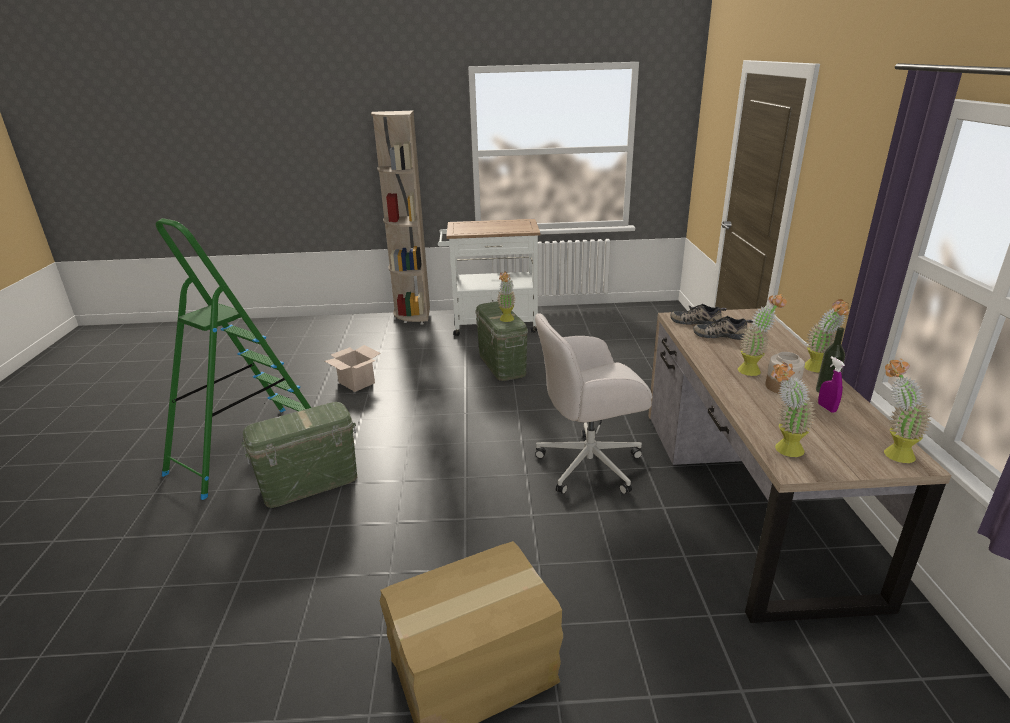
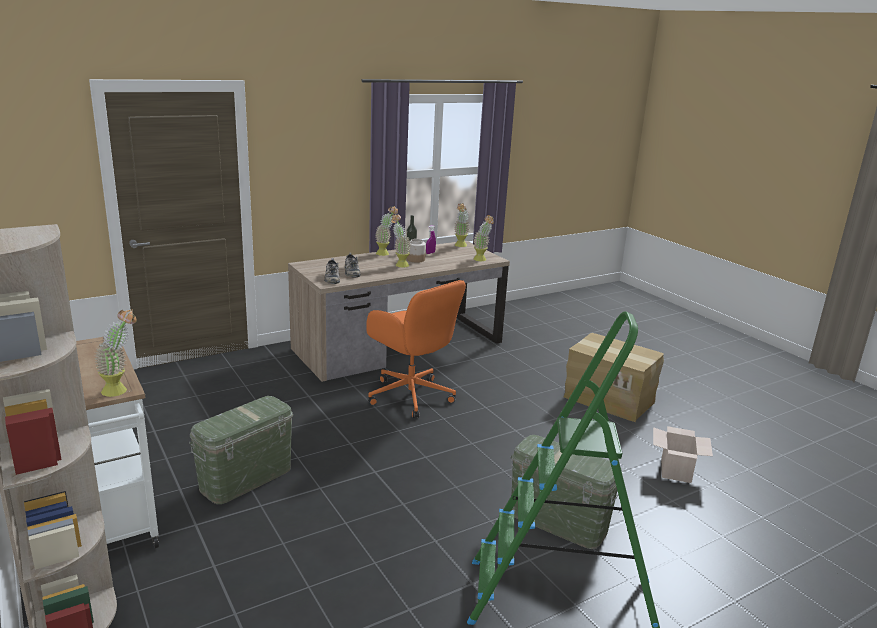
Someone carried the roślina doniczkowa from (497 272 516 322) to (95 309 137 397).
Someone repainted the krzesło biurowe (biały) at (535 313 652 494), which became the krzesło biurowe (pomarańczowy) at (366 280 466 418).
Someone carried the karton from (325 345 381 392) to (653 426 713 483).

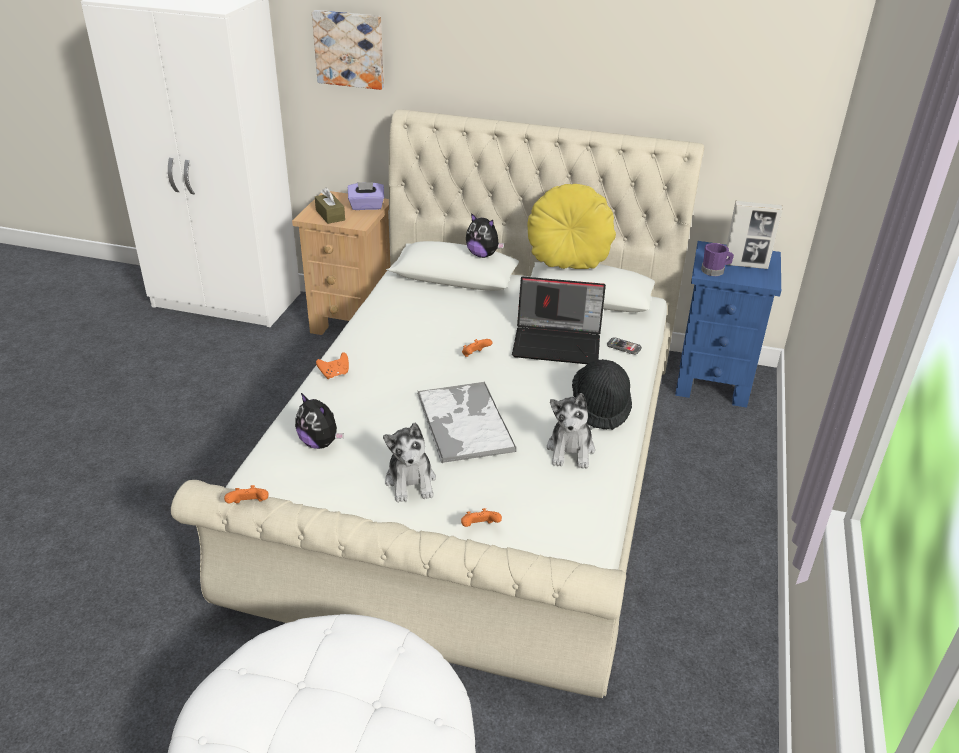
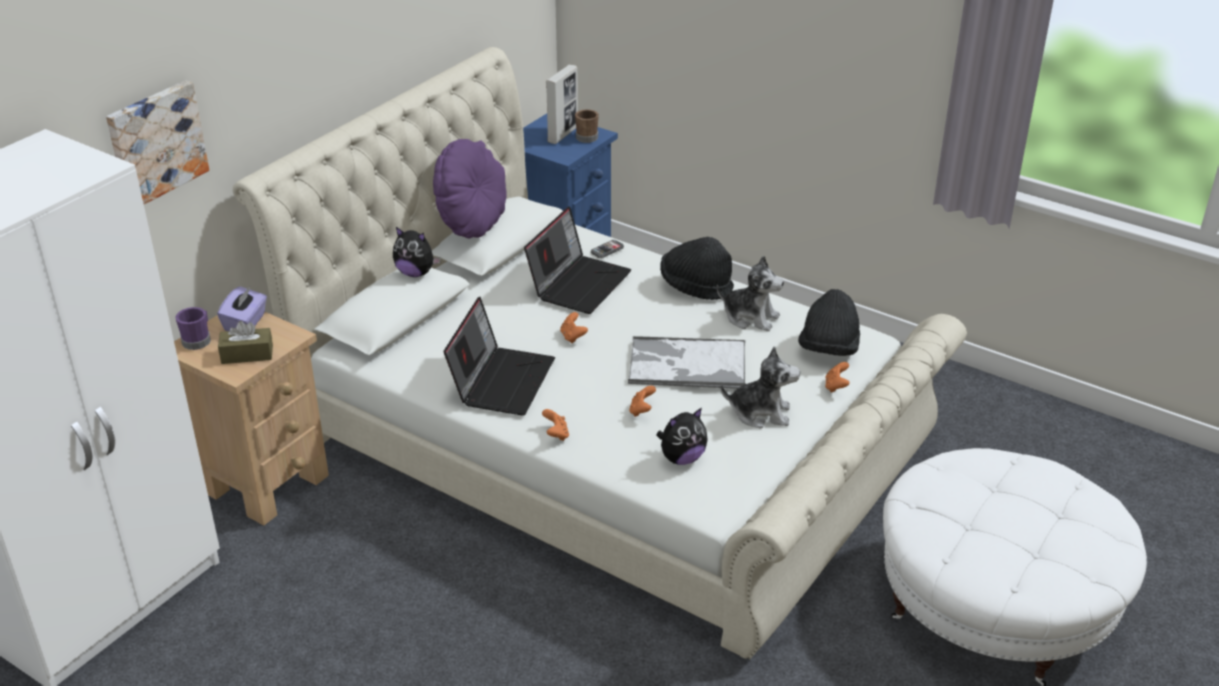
Someone carried the kubek (fioletowy) from (701 243 734 276) to (176 307 211 350).
Someone rotated the pluszak at (466 213 505 258) by 60 degrees clockwise.
Someone repainted the poduszka (żółty) at (527 184 616 269), which became the poduszka (fioletowy) at (433 139 507 238).
Someone put down the laptop at (444 297 555 416).
Someone put down the kubek (brązowy) at (575 110 599 143).
Someone carried the pad do gier (pomarańczowy) from (224 485 268 503) to (629 386 656 417).
Someone put down the kapelusz (czarny) at (798 289 860 356).

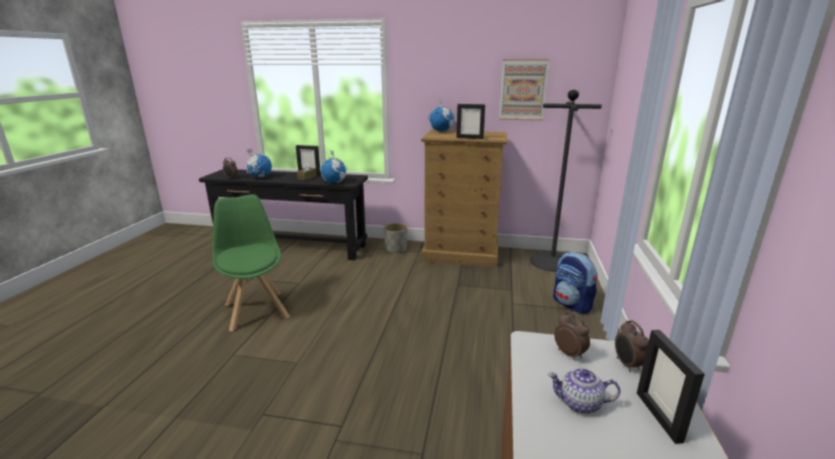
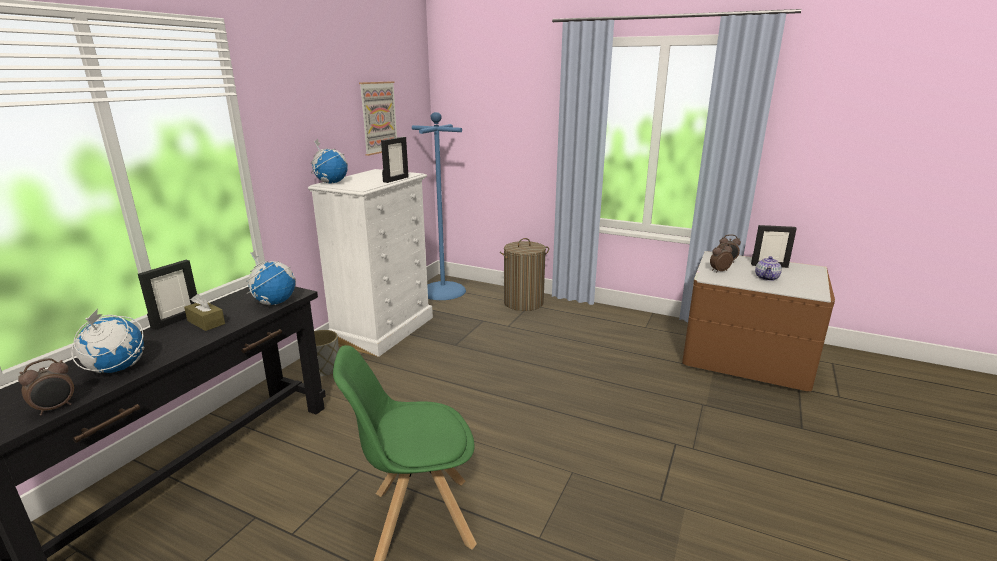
Someone repainted the komoda (brązowy) at (421 130 507 268), which became the komoda (biały) at (308 169 433 357).
Someone repainted the wieszak (czarny) at (530 90 602 272), which became the wieszak (niebieski) at (412 112 466 300).
Someone swapped the plecak at (553 252 598 314) for the kosz na pranie at (500 238 549 311).

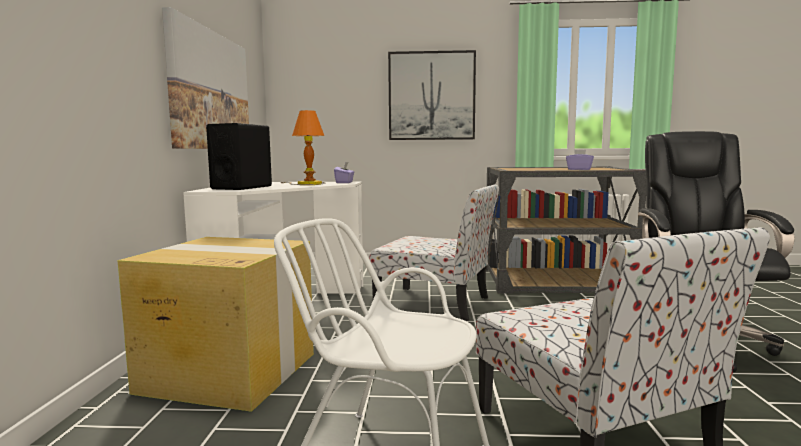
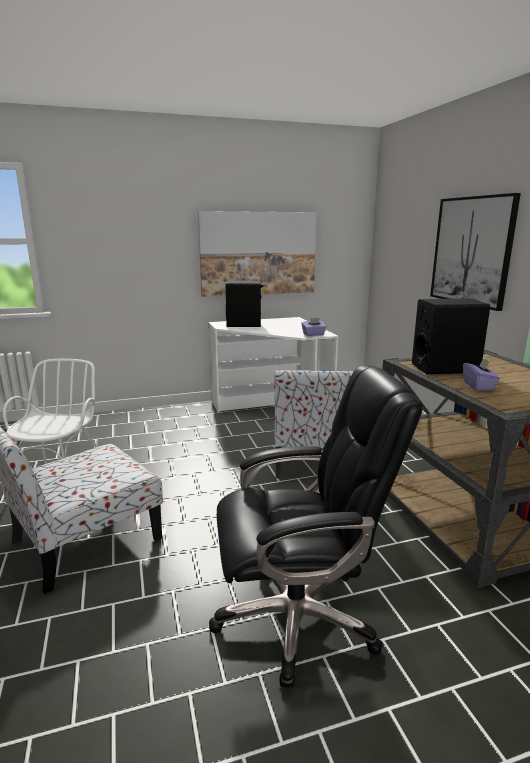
Someone put down the głośnik (czarny) at (412 298 490 374).
Someone took away the karton at (117 237 314 412).
Someone took away the lampa stołowa at (280 110 326 185).

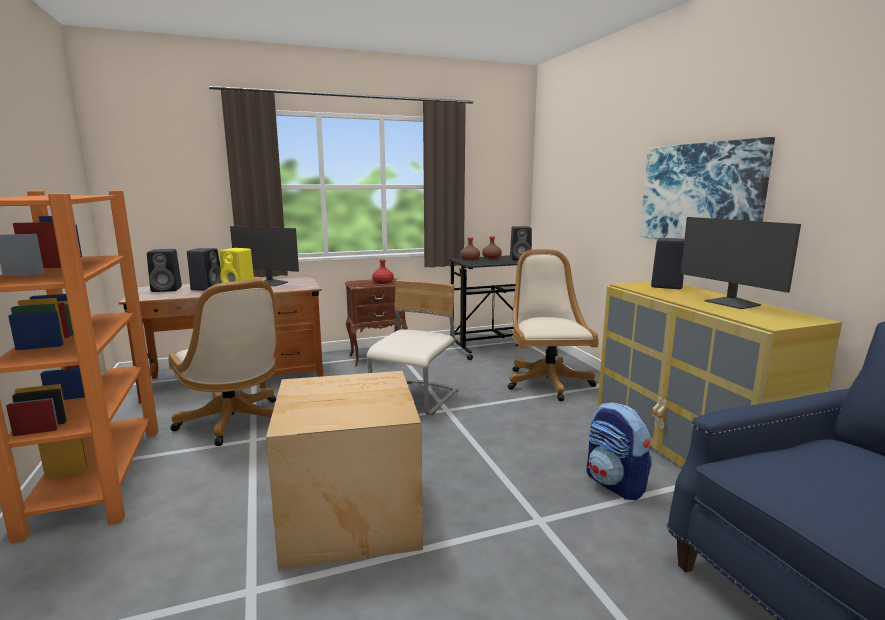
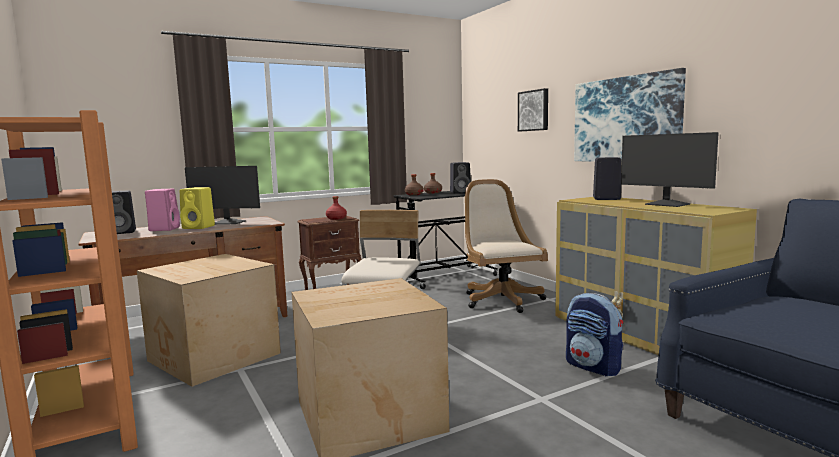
Someone swapped the krzesło biurowe at (168 279 276 446) for the karton at (137 254 281 387).
Someone repainted the głośnik (czarny) at (187 248 222 291), which became the głośnik (różowy) at (145 189 180 231).
Someone put up the obraz at (518 88 548 131).

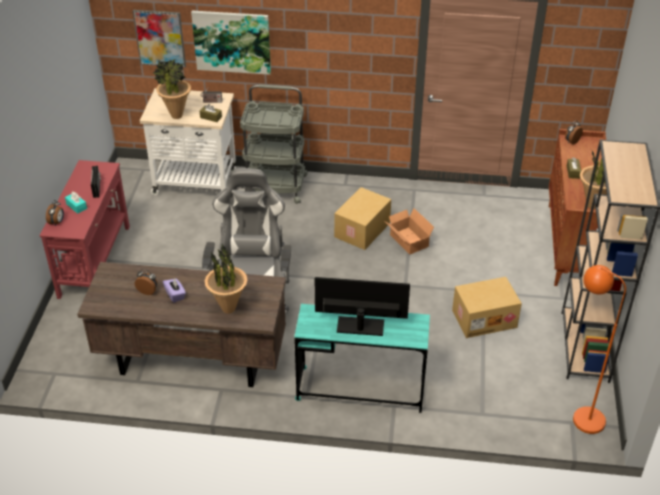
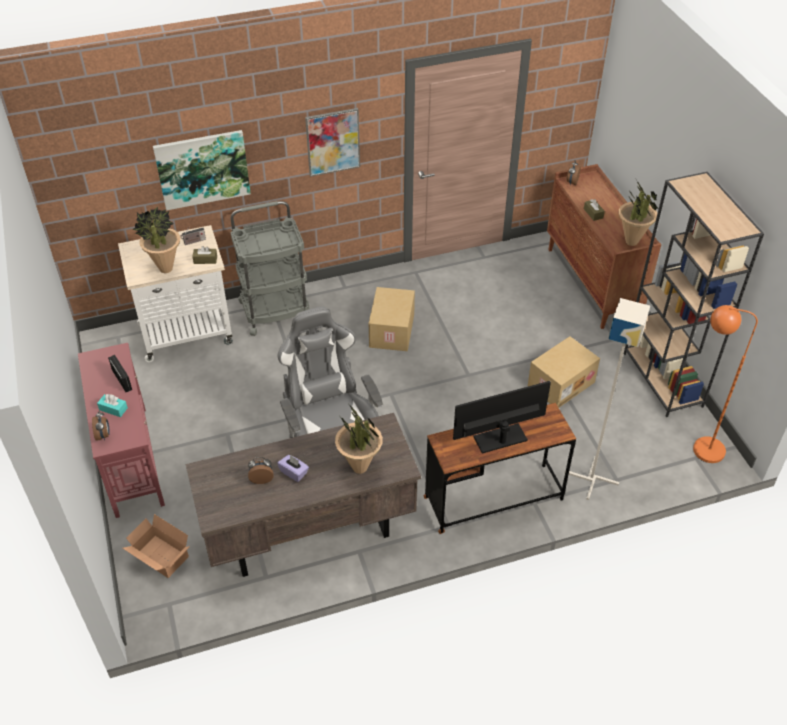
Someone carried the karton from (386 208 434 255) to (123 514 190 578).
Someone carried the obraz from (133 10 186 67) to (305 108 360 177).
Someone repainted the biurko (turkusowy) at (294 304 430 413), which became the biurko (brązowy) at (424 403 576 534).
Someone put down the lampa stojąca (szary) at (565 298 650 500).

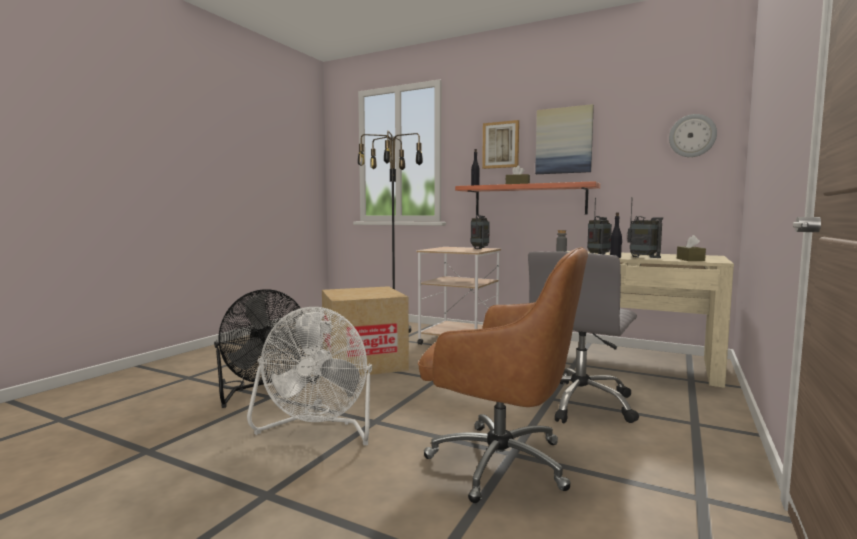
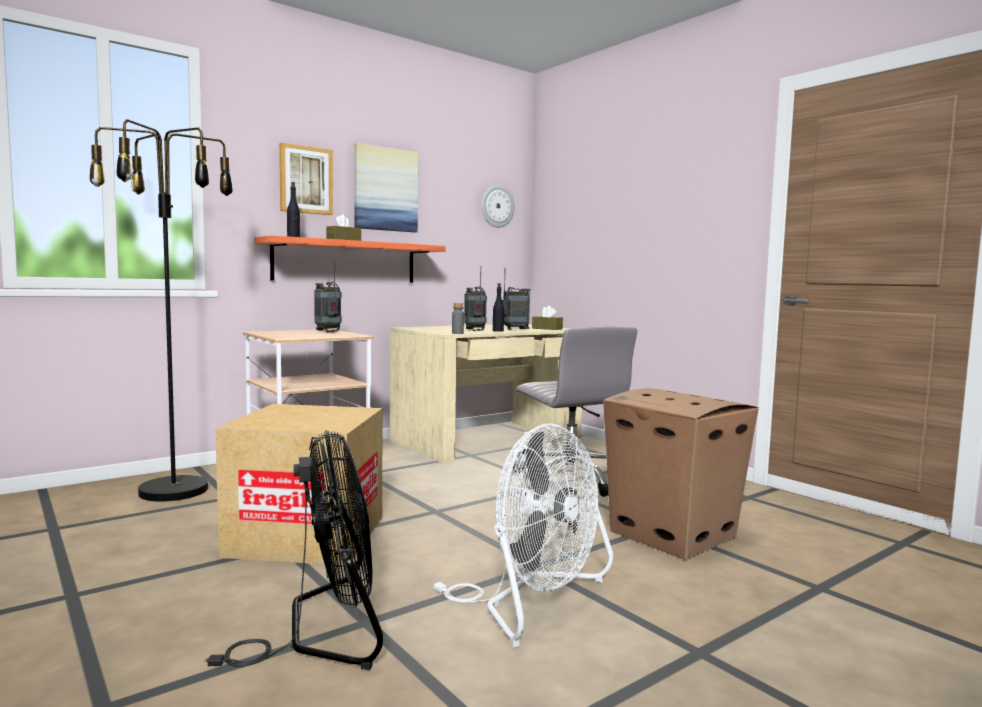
Someone swapped the krzesło biurowe (brązowy) at (418 247 588 503) for the karton at (603 389 759 560).

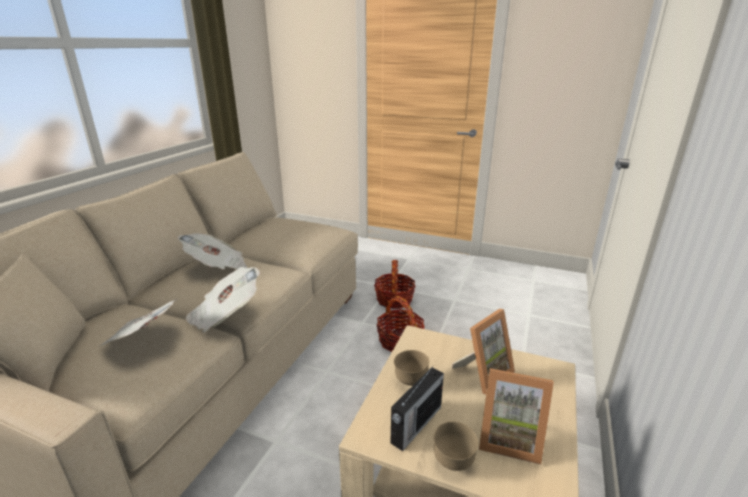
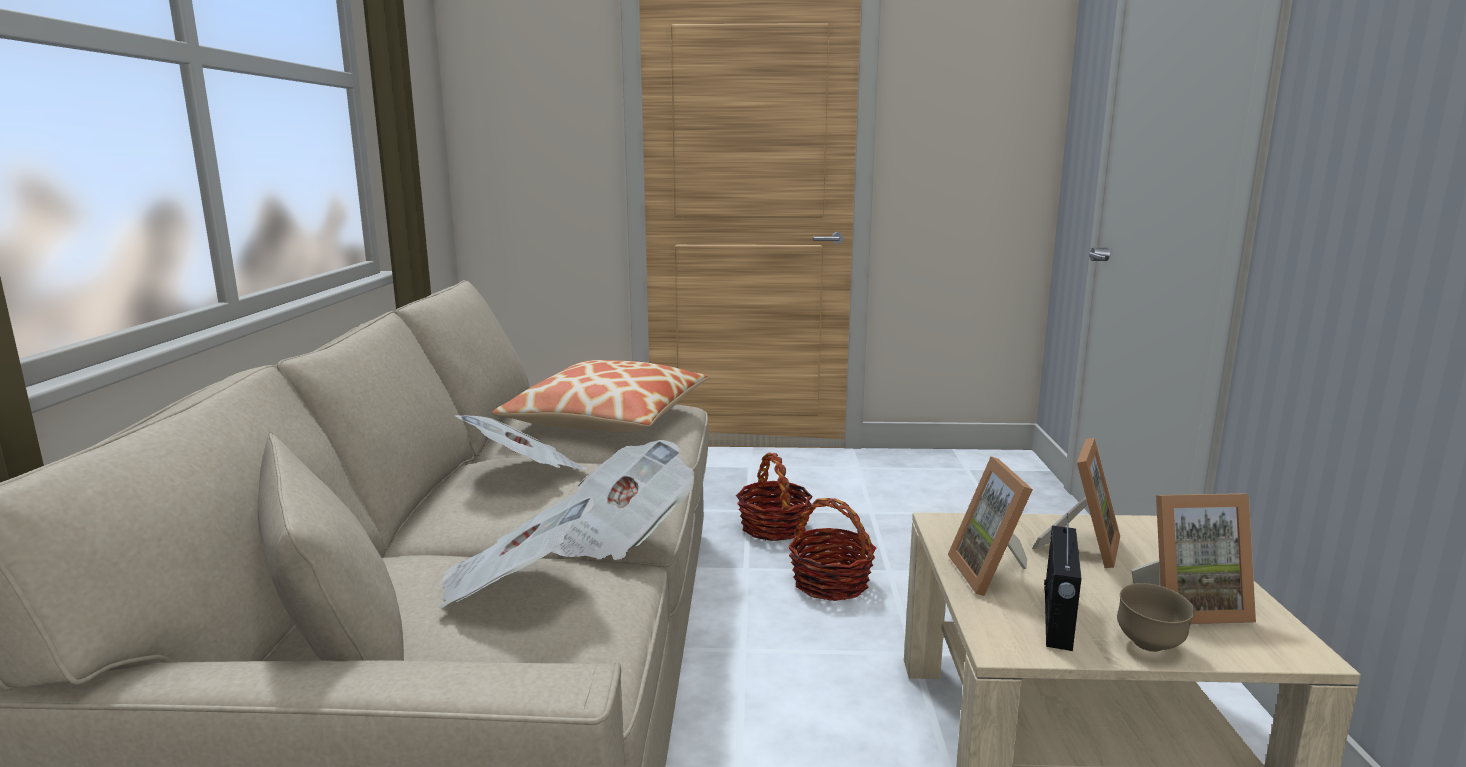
Someone put down the poduszka at (492 360 707 432).
Someone swapped the miska (brązowy) at (394 350 429 386) for the ramka na zdjęcie at (948 457 1033 596).

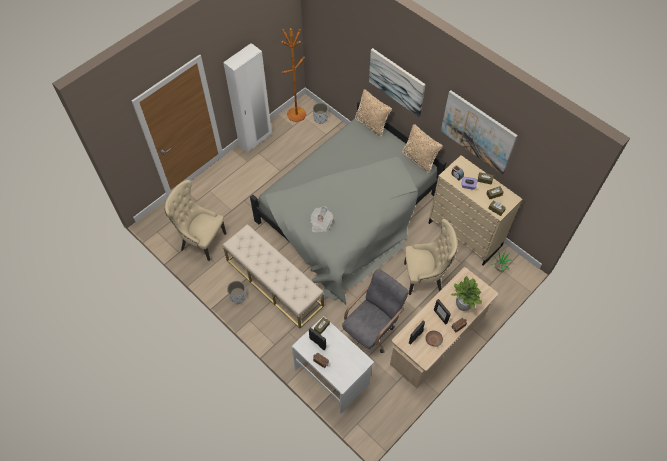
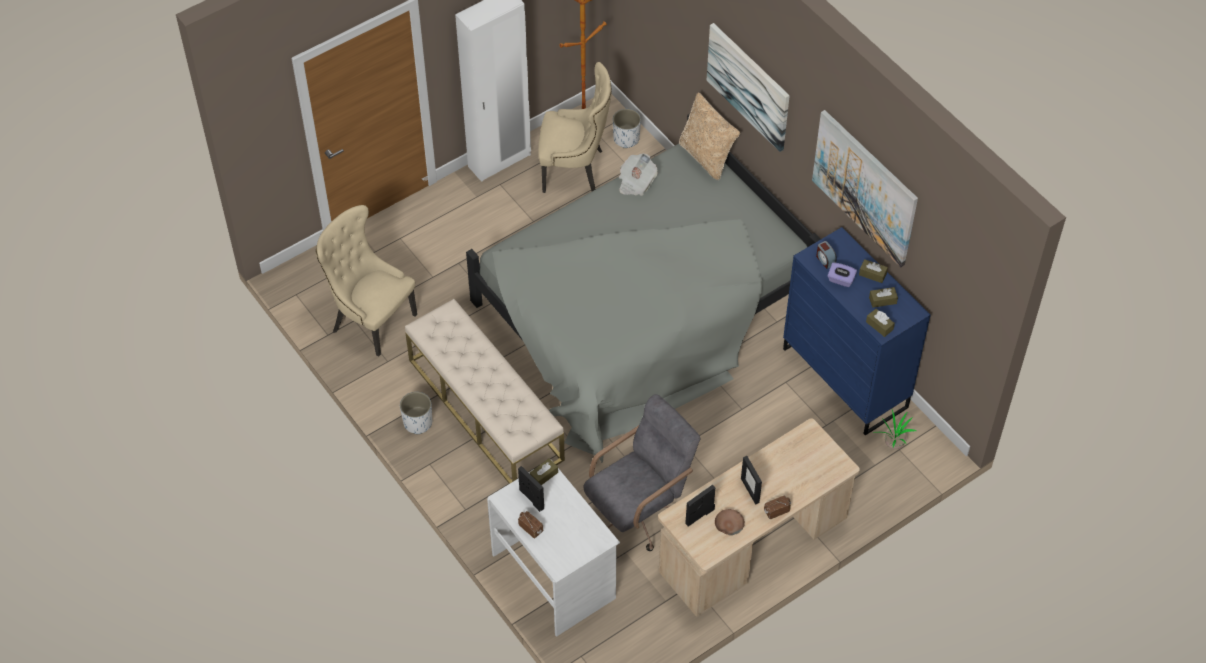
Someone carried the krzesło (beżowy) from (404 219 458 295) to (538 62 612 193).
Someone carried the gazeta from (310 206 333 232) to (619 153 658 196).
Someone repainted the komoda (beżowy) at (429 155 522 265), which became the komoda (niebieski) at (783 227 931 435).
Someone took away the poduszka (beżowy) at (402 124 443 173).
Someone took away the roślina doniczkowa at (451 276 482 311).

